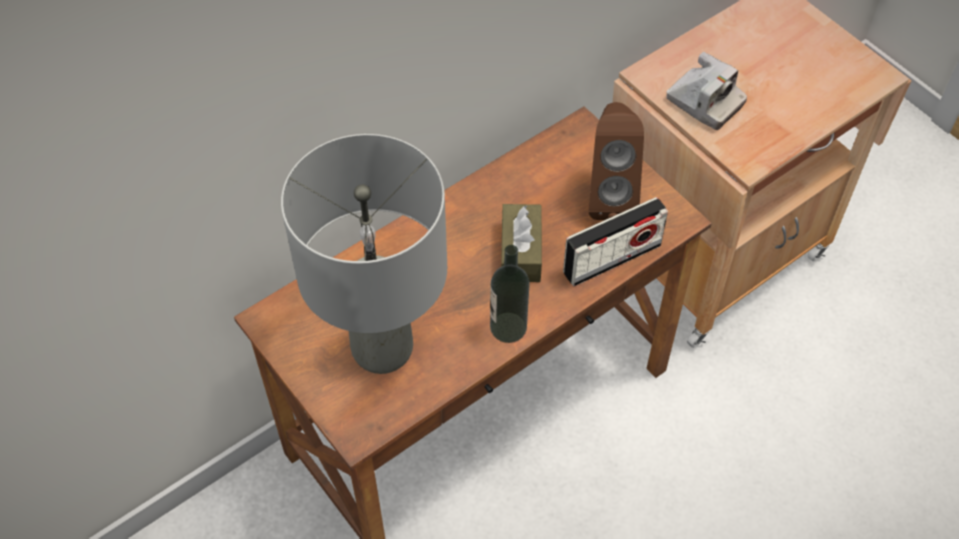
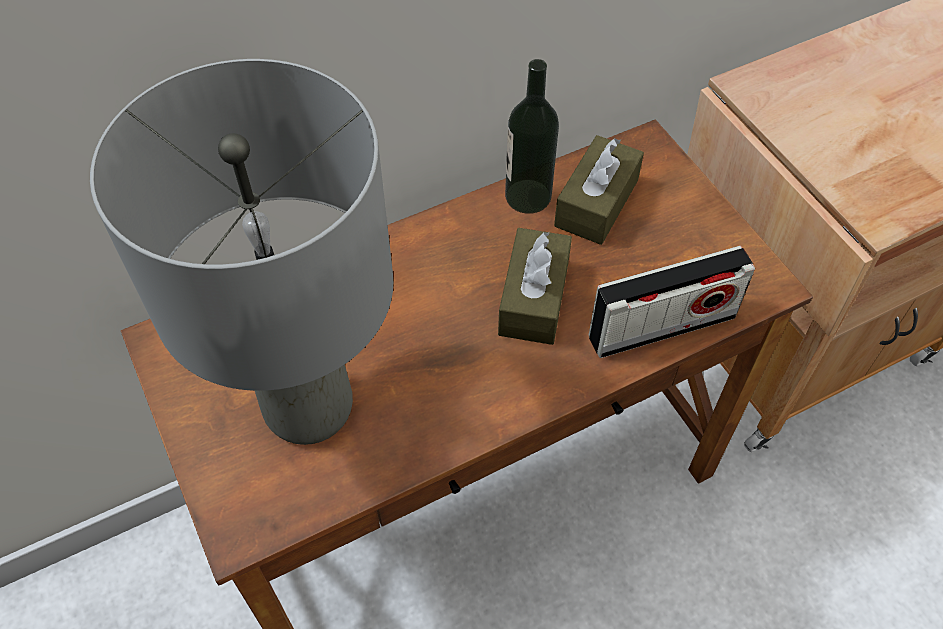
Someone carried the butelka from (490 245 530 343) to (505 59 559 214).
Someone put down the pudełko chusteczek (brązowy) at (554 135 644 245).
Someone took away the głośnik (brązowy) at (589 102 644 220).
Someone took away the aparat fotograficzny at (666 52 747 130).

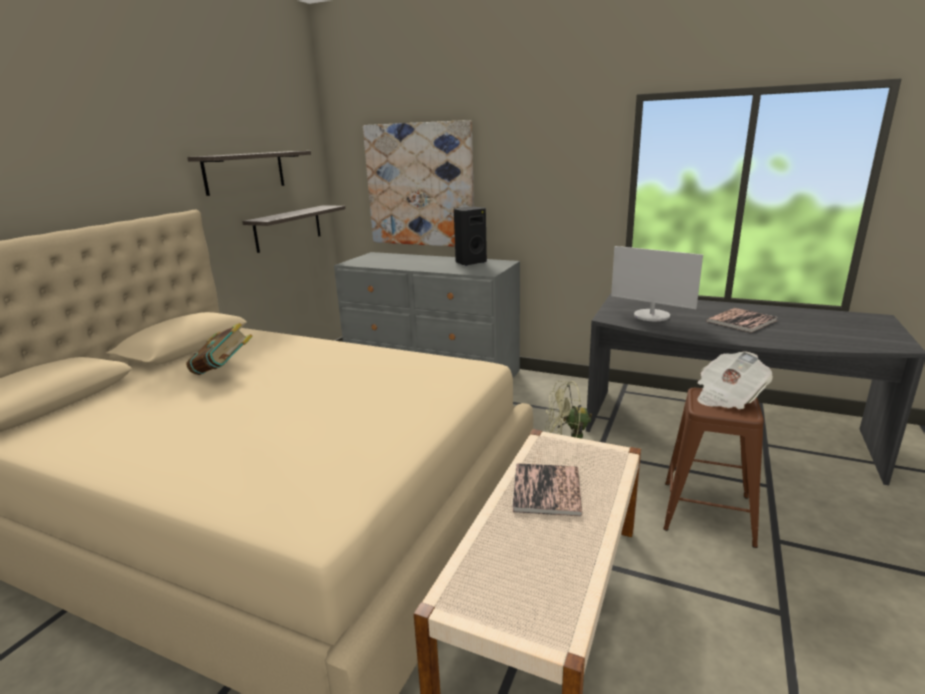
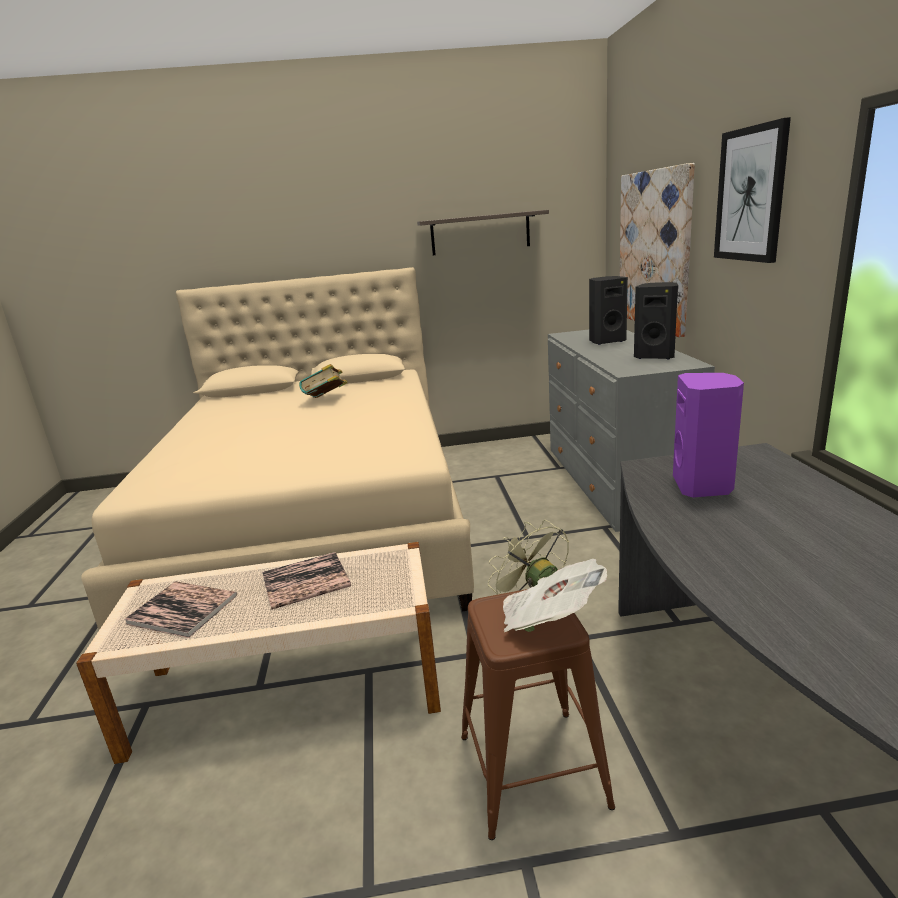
Someone carried the książka from (706 308 777 333) to (124 581 237 638).
Someone put down the głośnik (czarny) at (589 276 628 345).
Someone swapped the monitor at (611 246 703 321) for the głośnik (fioletowy) at (673 373 744 498).
Someone put up the obraz at (714 117 791 263).
Someone took away the półka at (242 205 345 253).

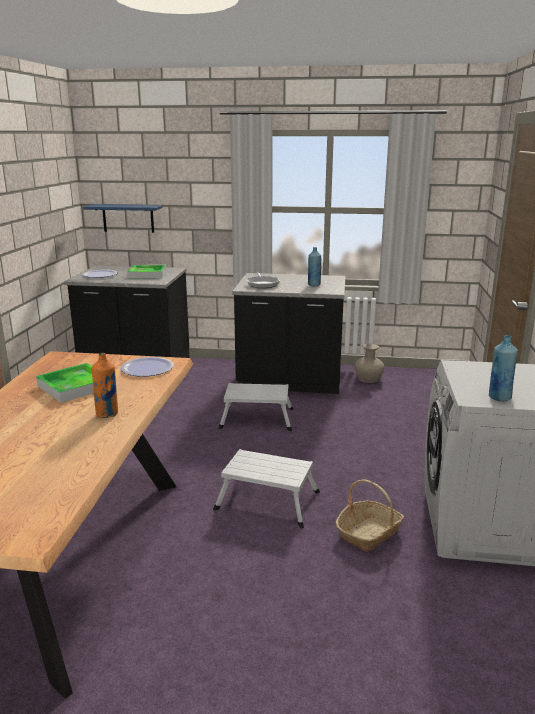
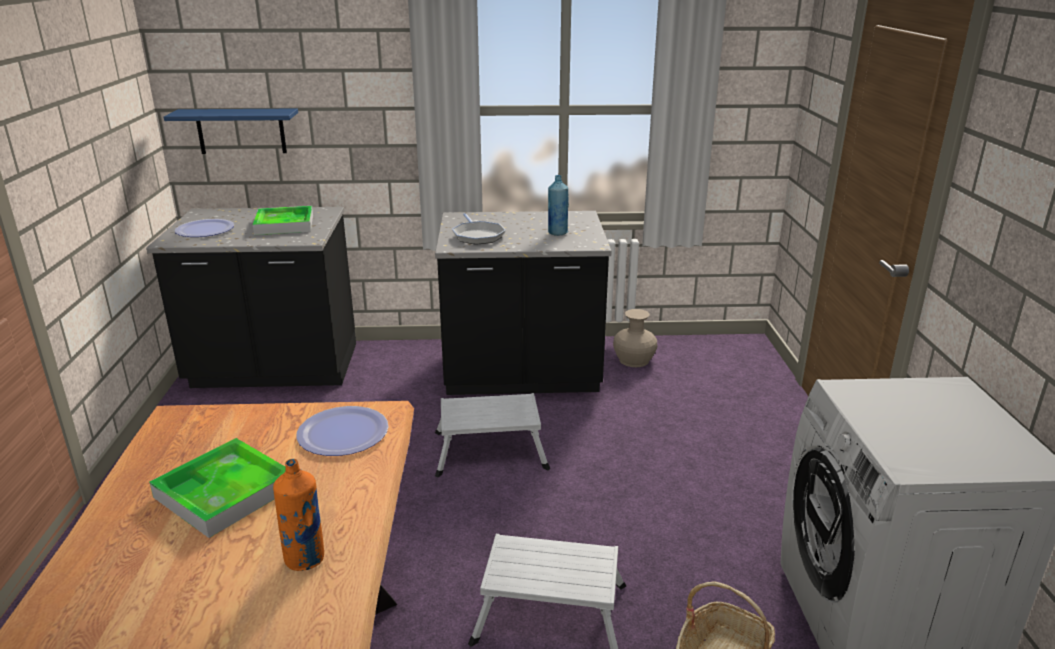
Someone took away the butelka (niebieski) at (489 335 518 401).

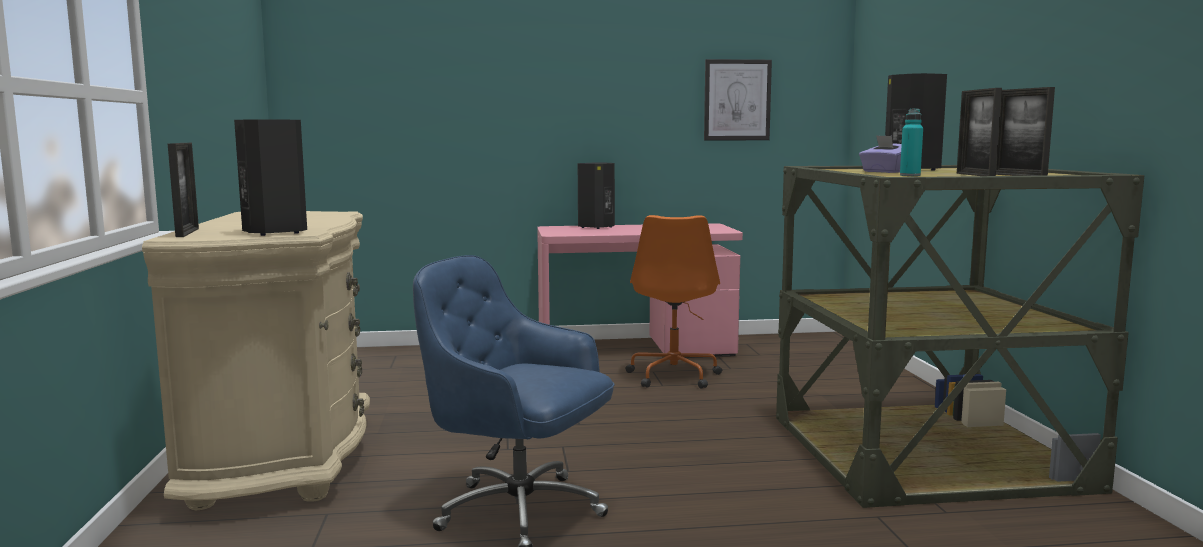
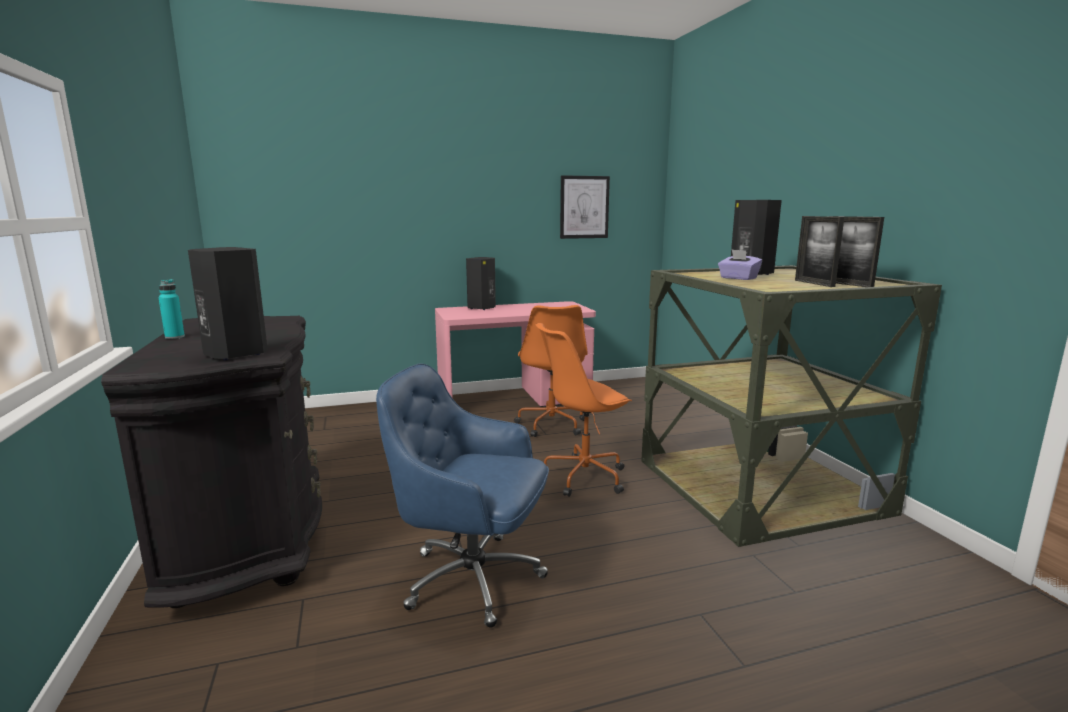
Someone repainted the komoda (beżowy) at (142 211 370 510), which became the komoda (czarny) at (101 316 322 608).
Someone carried the butelka (turkusowy) from (900 109 923 176) to (158 279 185 339).
Someone put down the krzesło biurowe (pomarańczowy) at (536 323 632 497).
Someone took away the ramka na zdjęcie at (168 143 199 237).

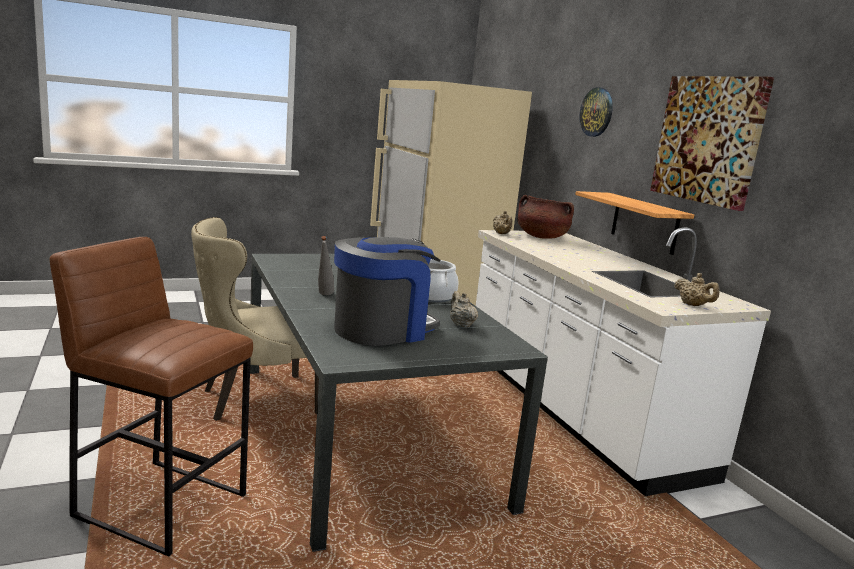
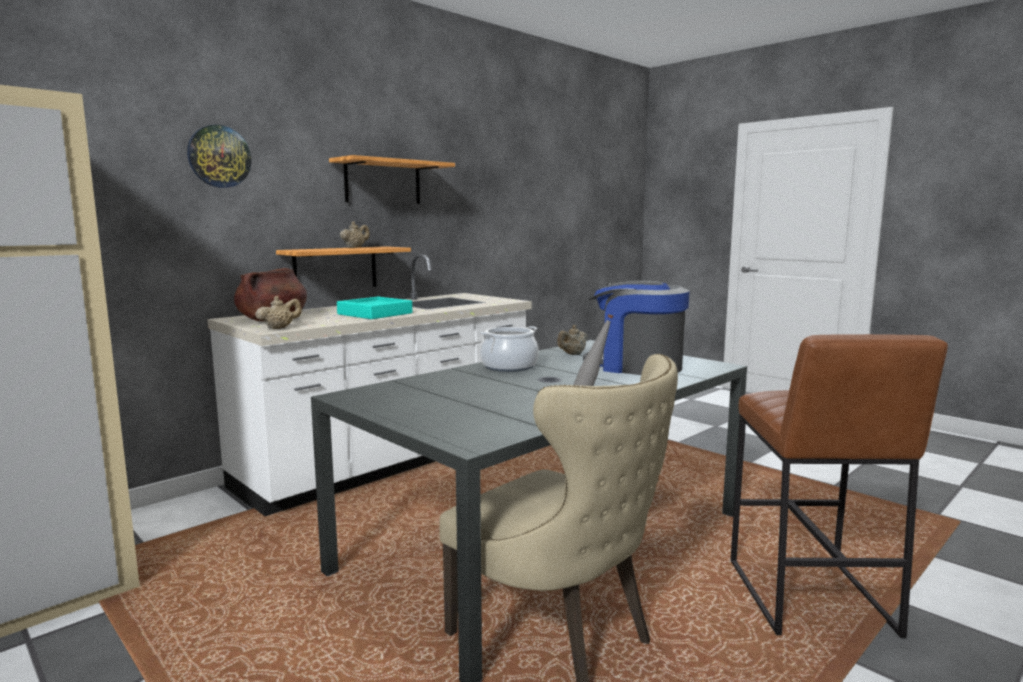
Someone swapped the obraz at (650 76 774 211) for the półka at (329 155 455 204).
Someone put down the taca (turkusowy) at (337 297 412 319).
Someone carried the imbryk (beżowy) from (674 273 720 306) to (340 221 370 248).

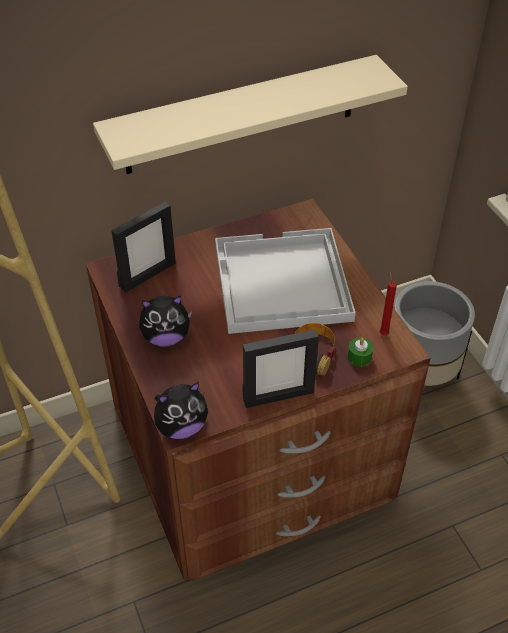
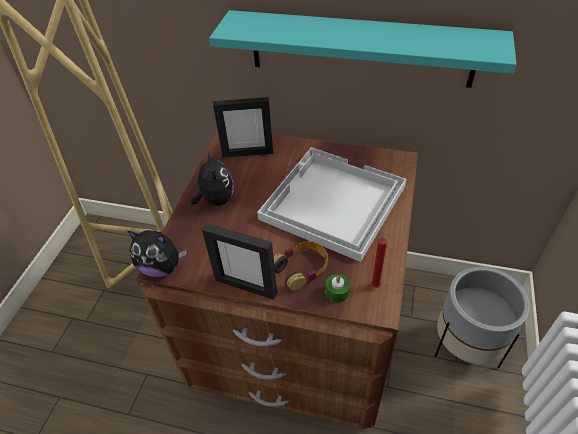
Someone rotated the pluszak at (139 296 192 347) by 135 degrees counterclockwise.
Someone repainted the półka (beżowy) at (93 55 408 174), which became the półka (turkusowy) at (209 10 517 88).

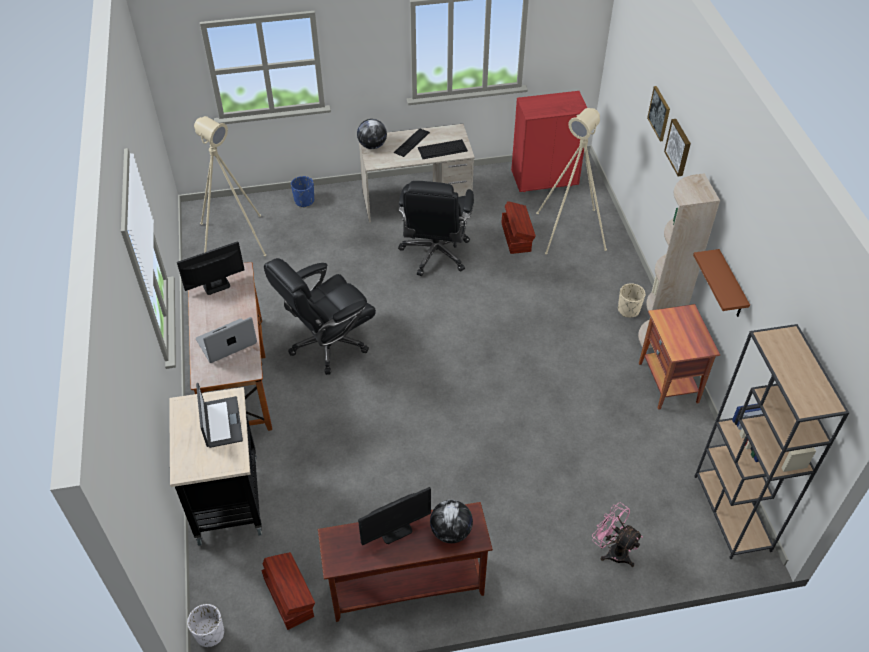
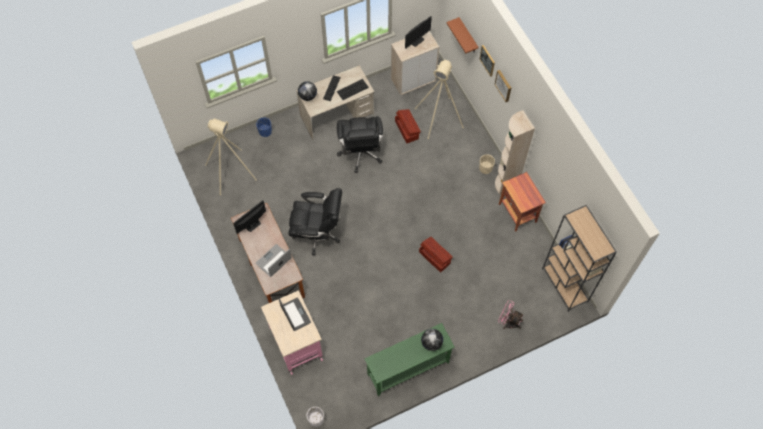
Someone repainted the wózek (czarny) at (169 387 262 546), which became the wózek (różowy) at (261 290 323 375).
Someone rotated the krzesło biurowe (czarny) at (264 258 376 375) by 120 degrees counterclockwise.
Someone repainted the stolik konsolowy (brązowy) at (318 502 493 622), which became the stolik konsolowy (zielony) at (365 323 455 397).
Someone repainted the szafka (czerwony) at (511 91 587 192), which became the szafka (beżowy) at (391 31 439 95).
Someone carried the monitor from (358 487 431 545) to (405 16 432 49).
Someone carried the pojemnik do przechowywania (brązowy) from (261 552 315 630) to (419 237 453 273).
Someone carried the półka (brązowy) from (693 249 750 317) to (447 17 479 53).

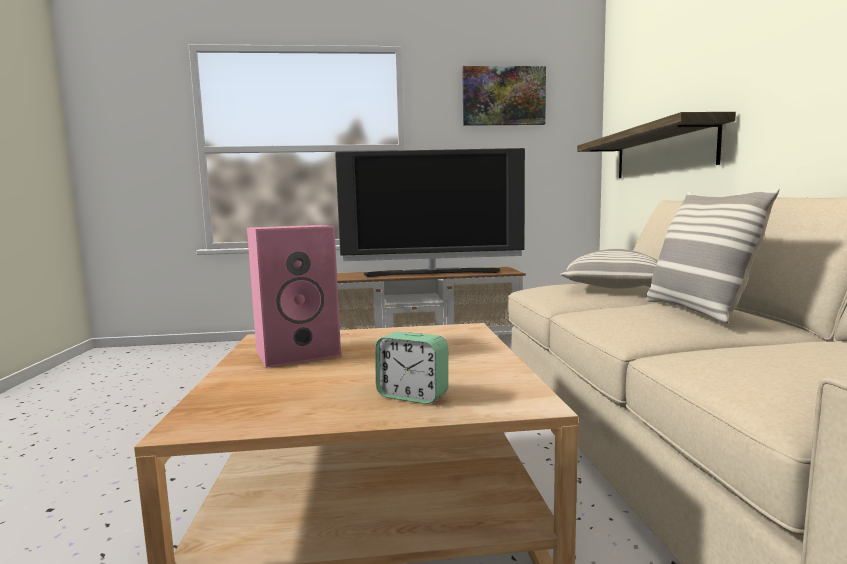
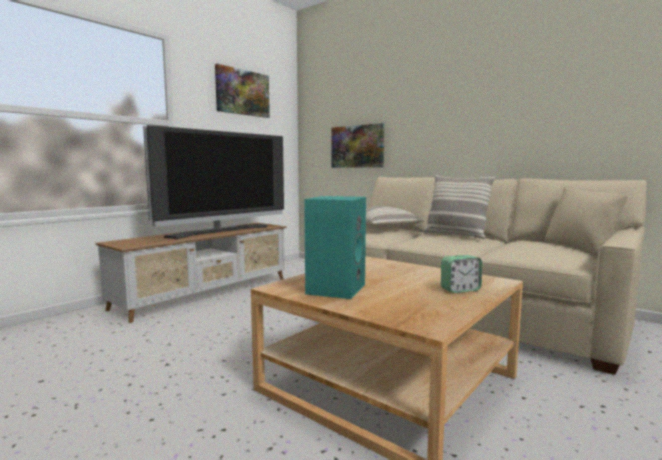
Someone repainted the głośnik (różowy) at (247 225 341 368), which became the głośnik (turkusowy) at (304 196 366 299).
Someone swapped the półka at (577 112 736 178) for the obraz at (331 123 384 168).

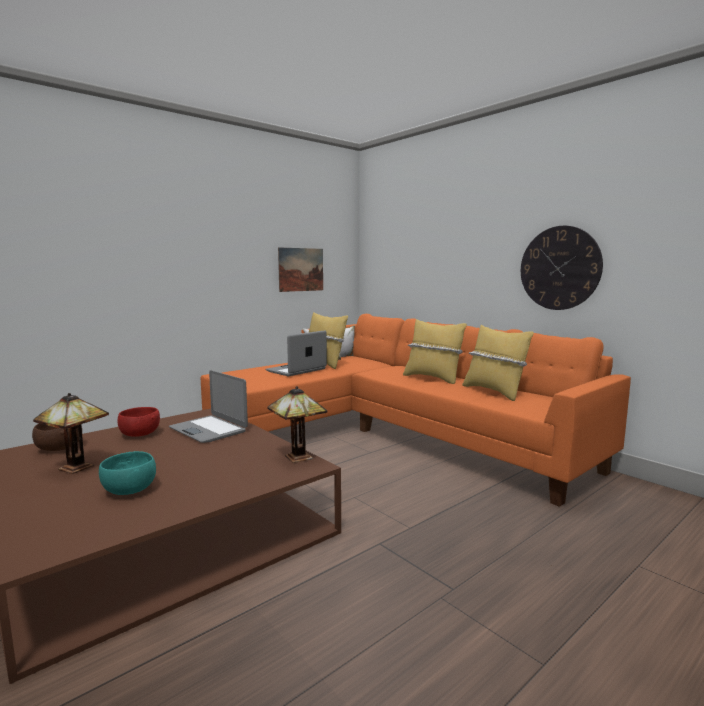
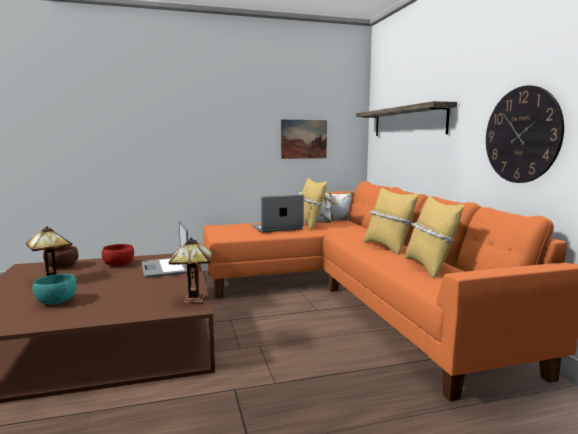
Someone put up the półka at (356 101 457 136).

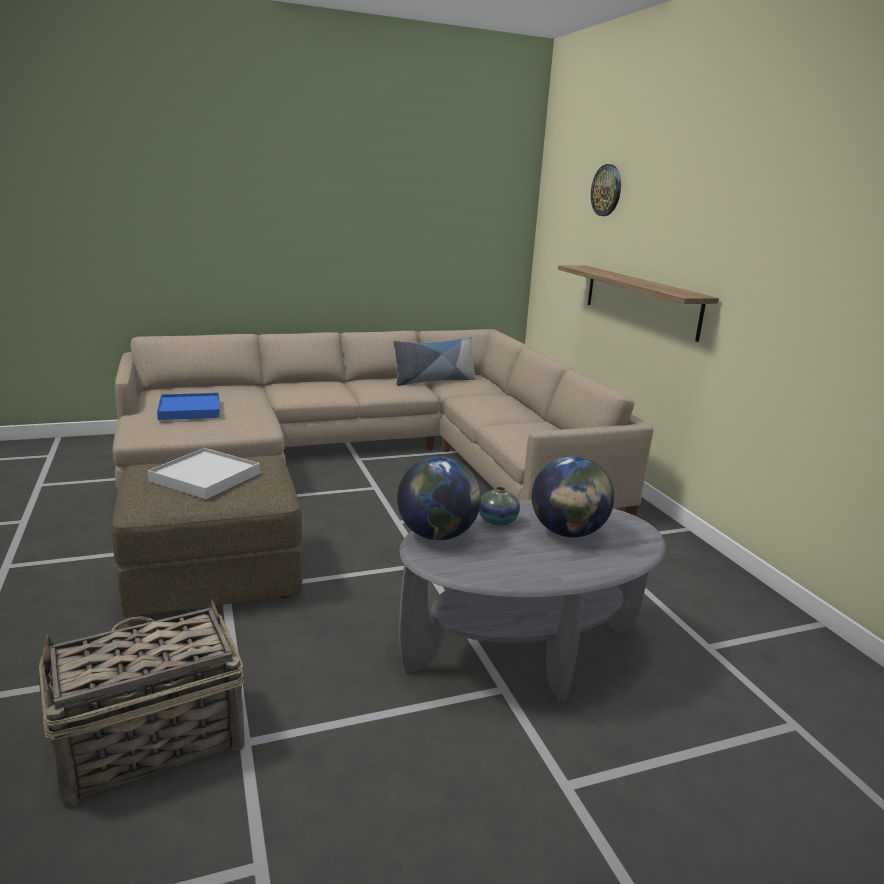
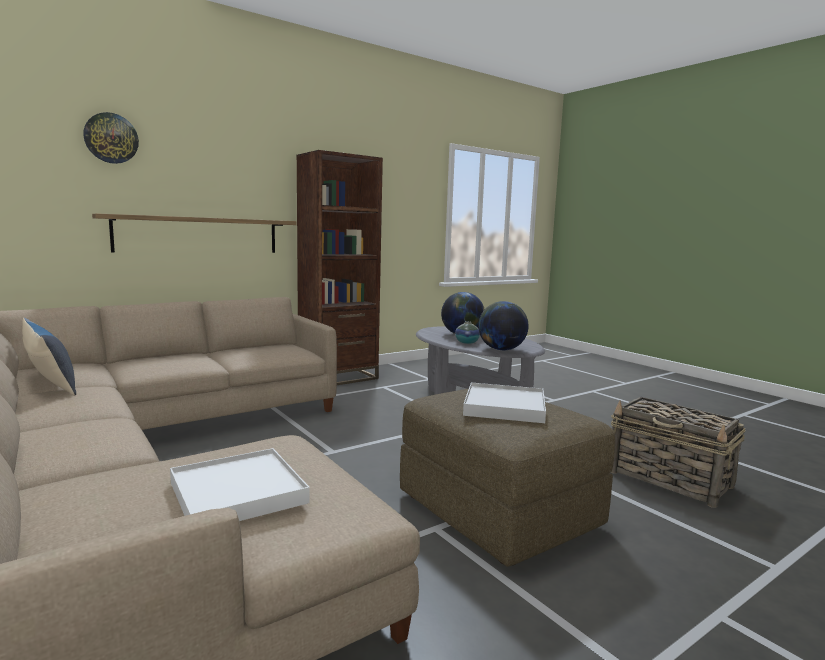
Someone repainted the taca (niebieski) at (157 393 220 420), which became the taca (biały) at (170 448 310 521).
Someone put down the regał (brązowy) at (296 150 383 385).

